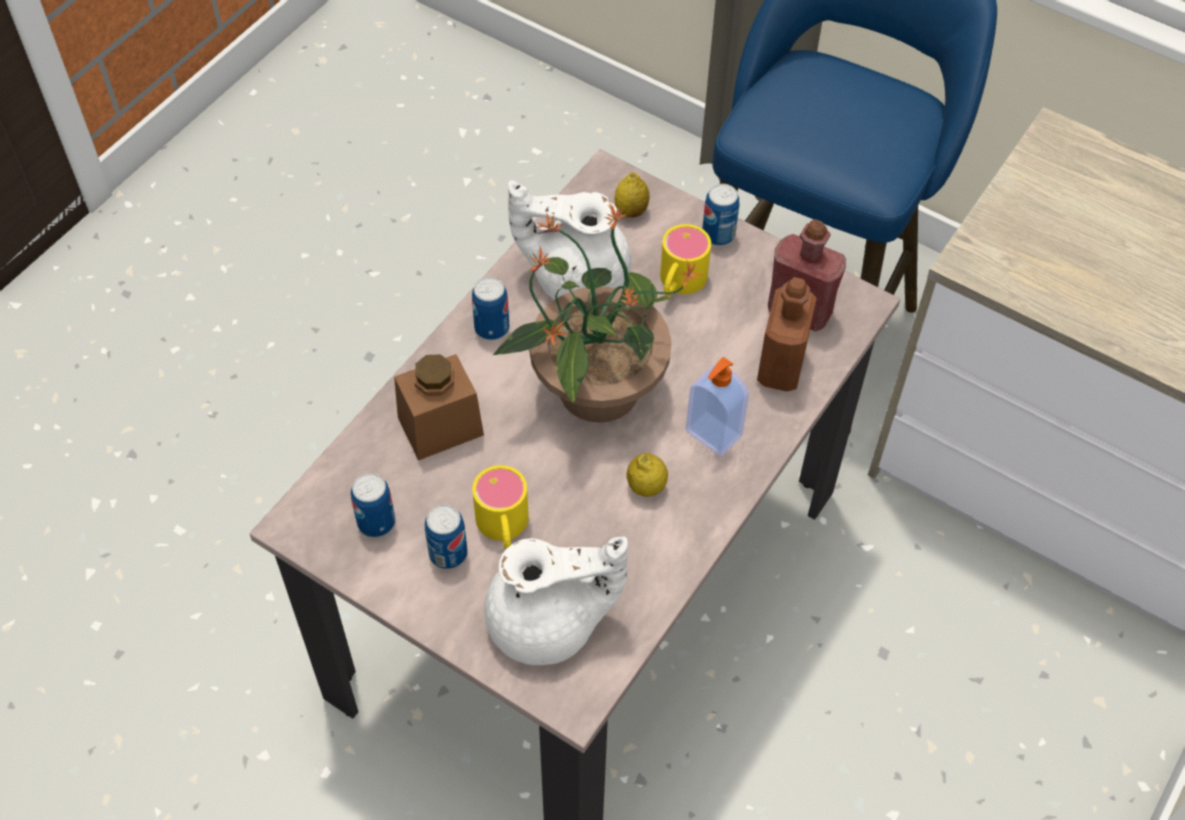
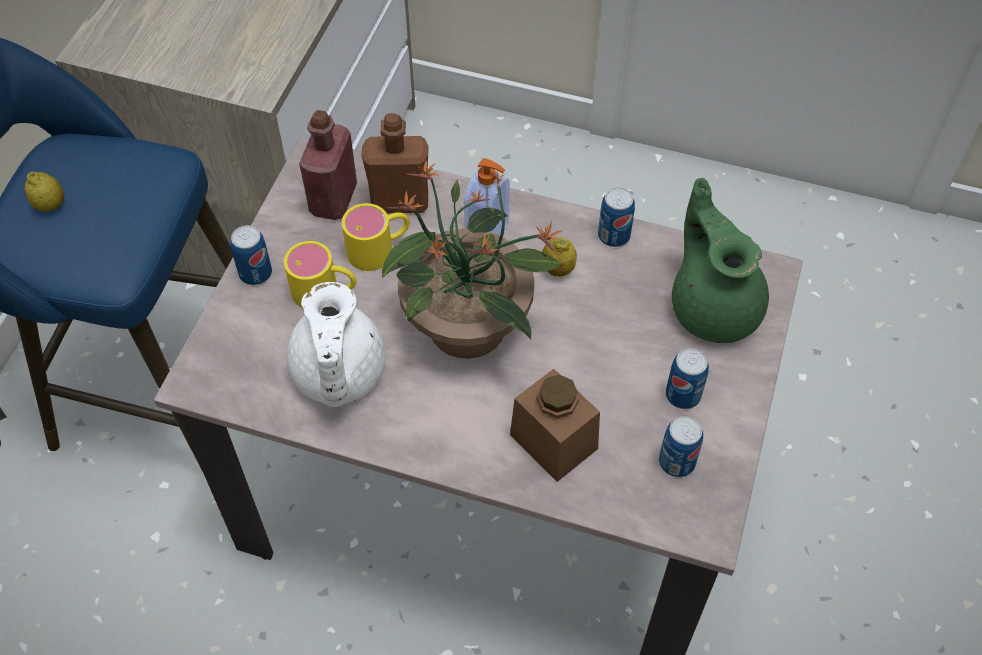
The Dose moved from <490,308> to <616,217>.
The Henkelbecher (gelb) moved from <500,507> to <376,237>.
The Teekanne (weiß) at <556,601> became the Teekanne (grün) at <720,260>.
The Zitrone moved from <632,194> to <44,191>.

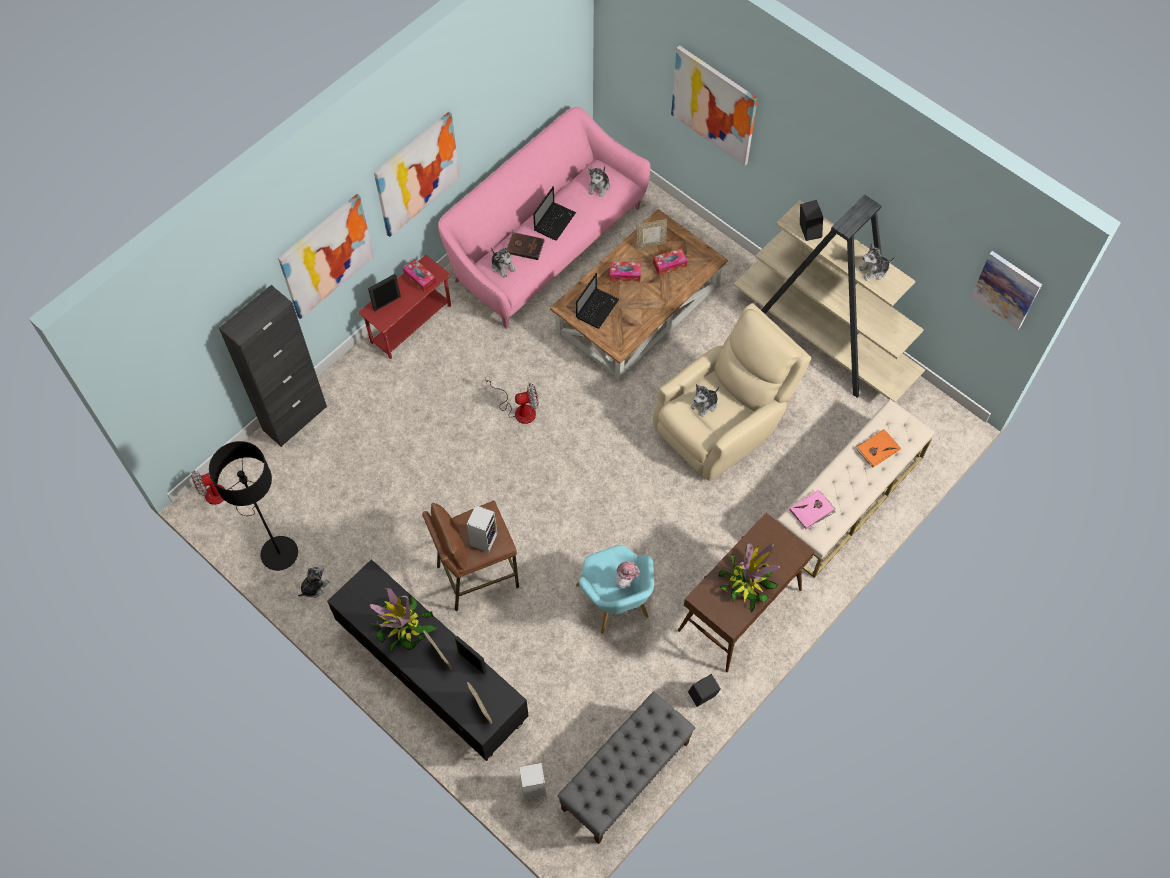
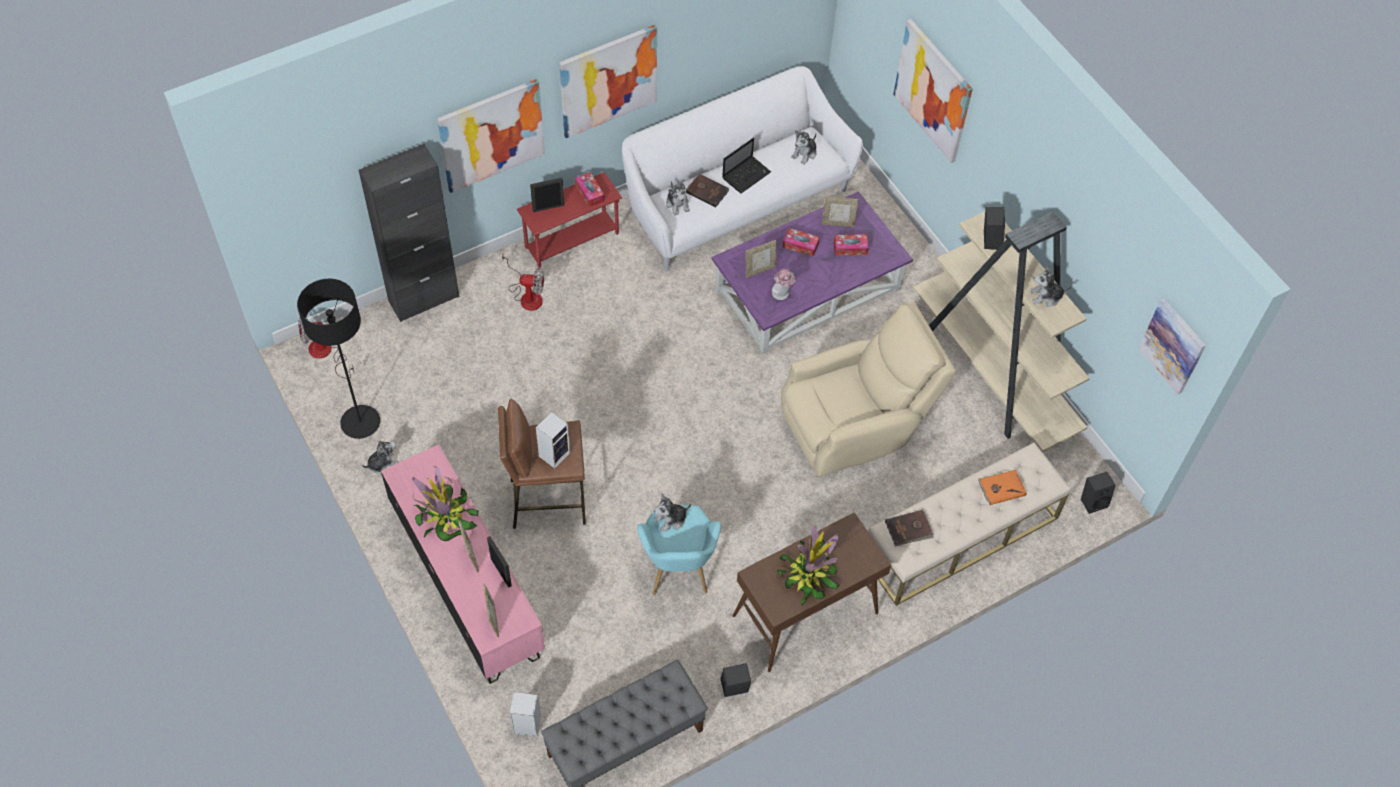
The Fernsehschrank (schwarz) at <428,660> became the Fernsehschrank (rosa) at <463,564>.
The Sofa (rosa) at <544,217> became the Sofa (weiß) at <742,168>.
The Ventilator moved from <512,400> to <523,282>.
The Couchtisch (braun) at <639,295> became the Couchtisch (lila) at <812,272>.
The Laptop at <597,301> was replaced by the Bilderrahmen at <761,259>.
The Hut moved from <627,575> to <783,284>.
The Plüschtier moved from <705,400> to <672,513>.
The Buch (rosa) at <812,510> became the Buch (braun) at <909,528>.
The Lautsprecher (schwarz) at <1098,493> appeared.

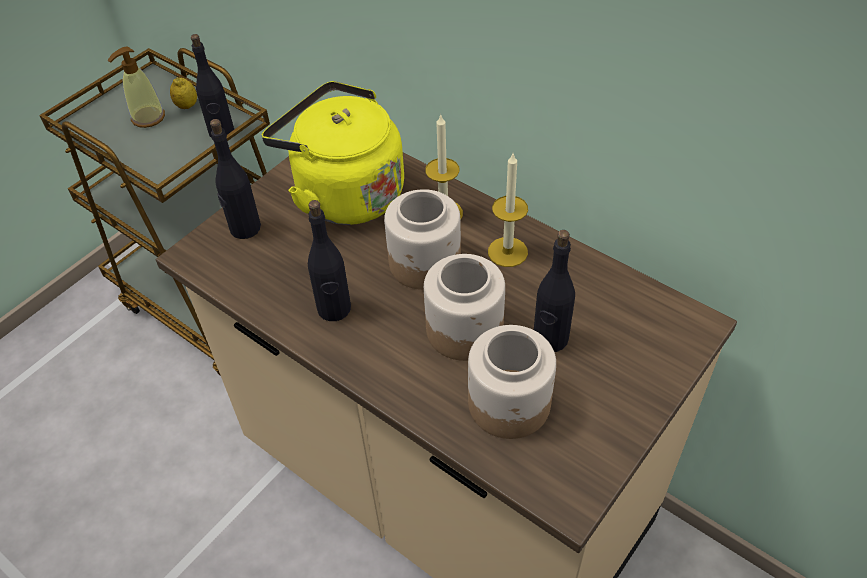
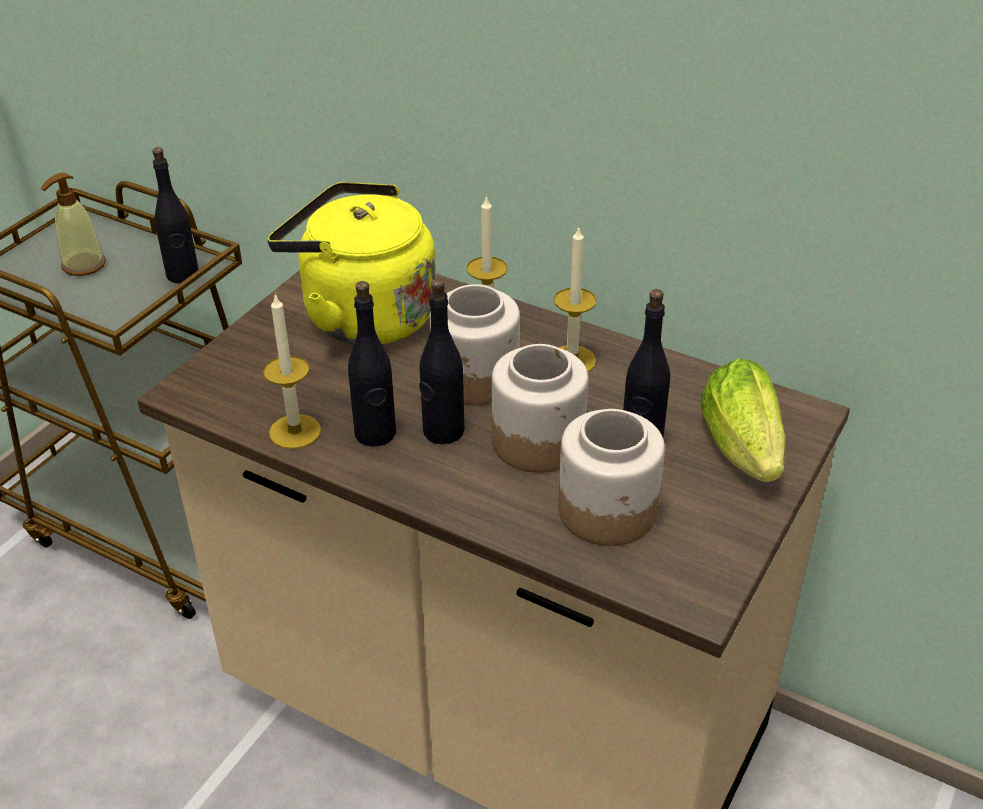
The Zitrone at <183,93> disappeared.
The Flasche (schwarz) moved from <235,179> to <441,361>.
The Kerze at <292,371> appeared.
The Salatkopf at <743,420> appeared.

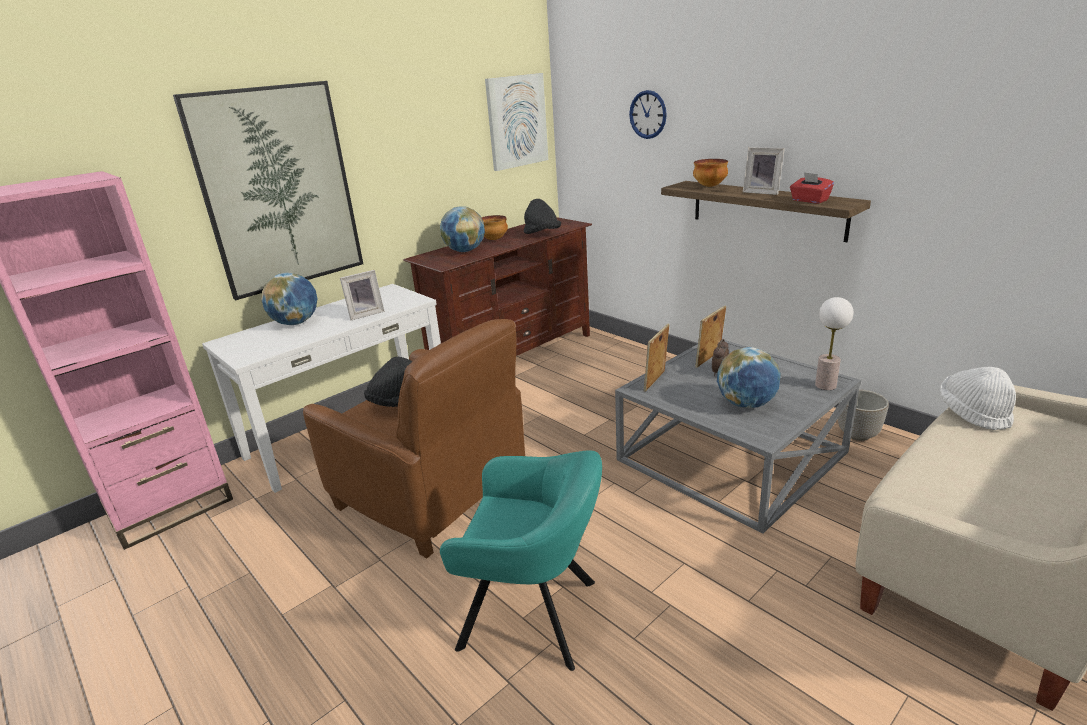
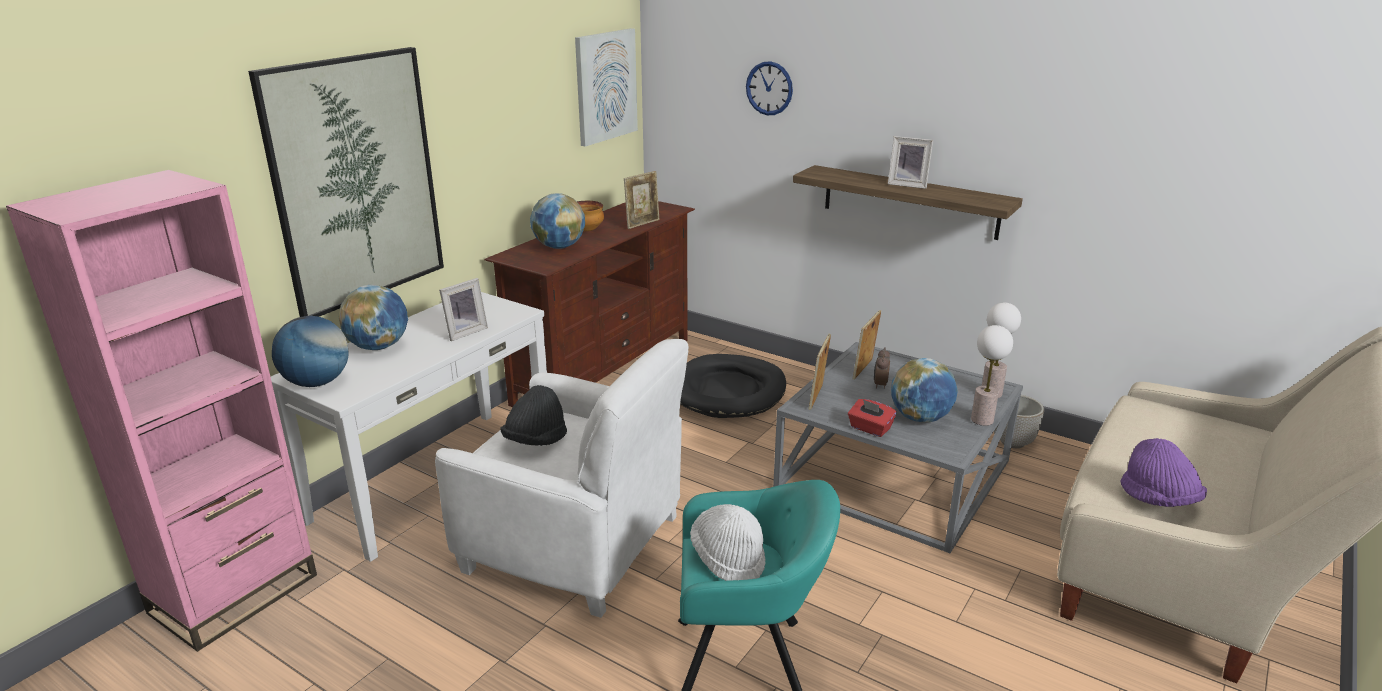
The Sessel (braun) at <414,438> became the Sessel (weiß) at <562,478>.
The Hut (schwarz) at <542,216> was replaced by the Bilderrahmen at <641,200>.
The Schüssel at <710,173> disappeared.
The Taschentuchbox (rot) moved from <812,187> to <872,418>.
The Hut (weiß) moved from <978,398> to <728,542>.
The Globus at <310,351> appeared.
The Hundebett (schwarz) at <733,386> appeared.
The Tischlampe at <992,375> appeared.
The Hut (lila) at <1163,472> appeared.

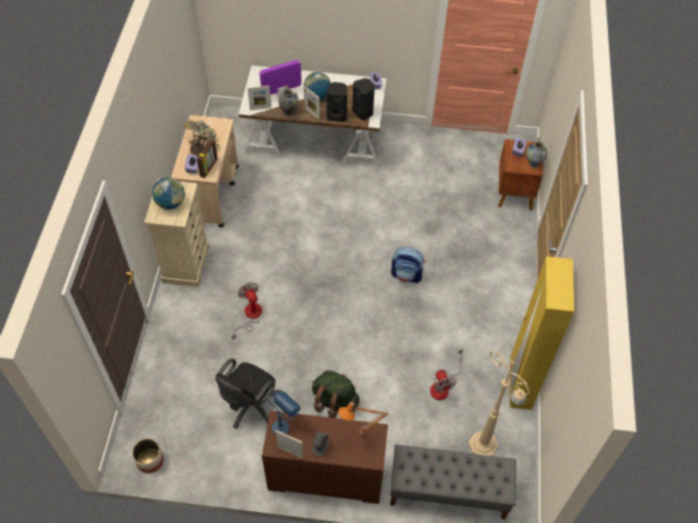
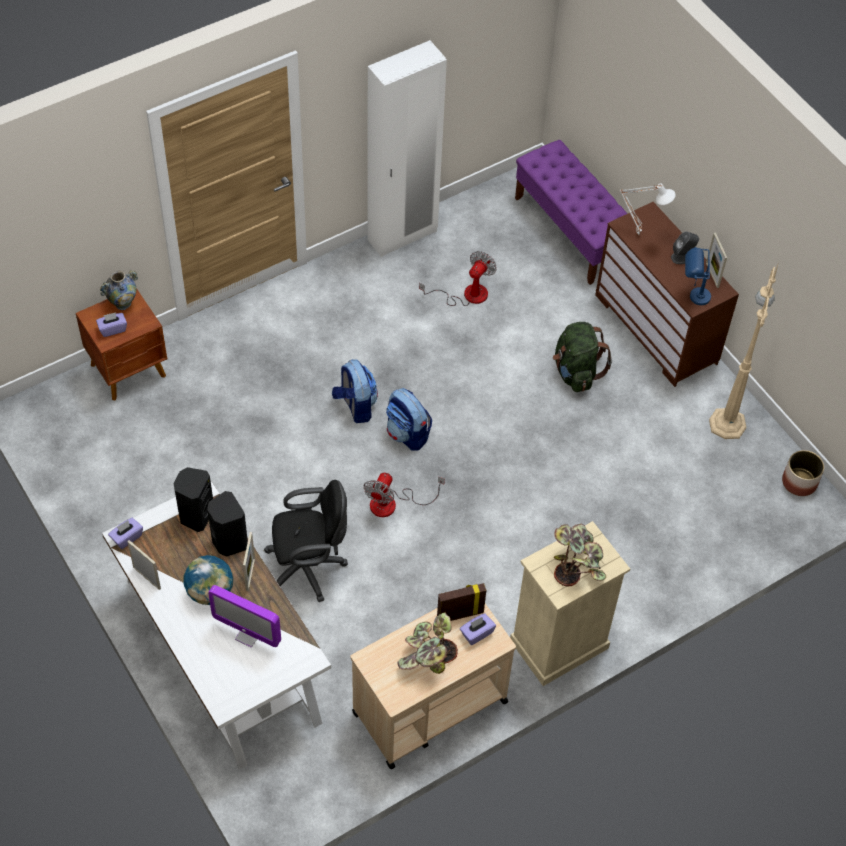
The Globus at <168,193> was replaced by the Topfpflanze at <580,555>.
The Bürostuhl (schwarz) moved from <248,393> to <306,541>.
The Ventilator moved from <246,311> to <404,494>.
The Bilderrahmen moved from <259,97> to <144,565>.
The Vase at <288,100> disappeared.
The Tischlampe (orange) at <363,418> became the Tischlampe (weiß) at <647,210>.
The Bank (grau) at <453,482> became the Bank (lila) at <571,212>.
The Stehlampe (beige) moved from <499,403> to <744,350>.
The Kleiderschrank (gelb) at <541,333> became the Kleiderschrank (weiß) at <407,148>.
The Rucksack at <409,419> appeared.

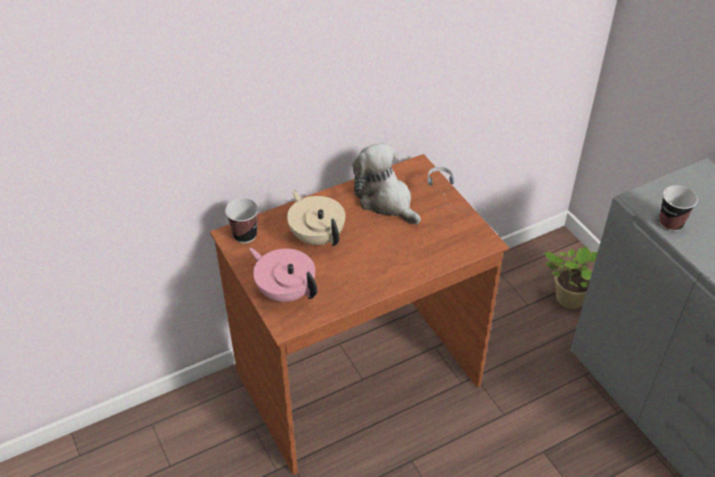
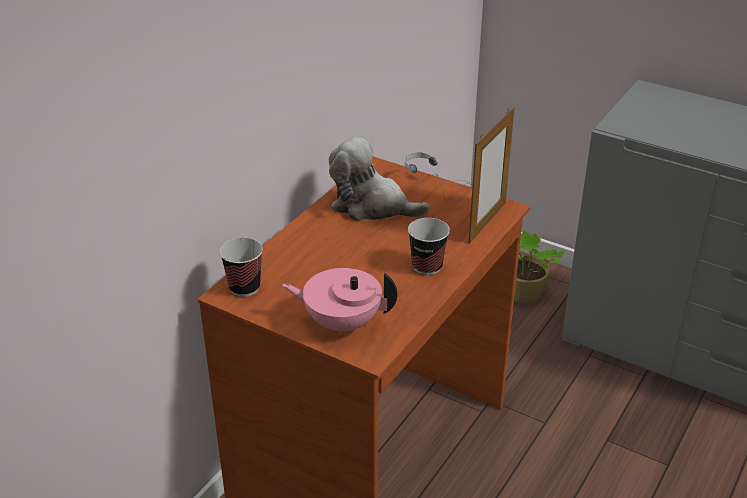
The Teekanne (beige) at <316,218> disappeared.
The Tasse moved from <678,208> to <429,246>.
The Bilderrahmen at <492,175> appeared.

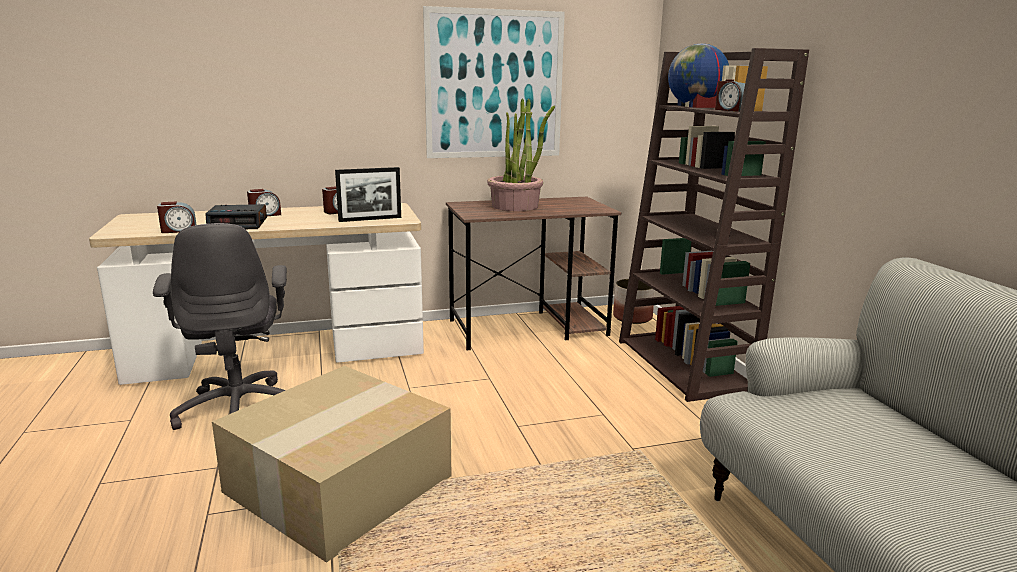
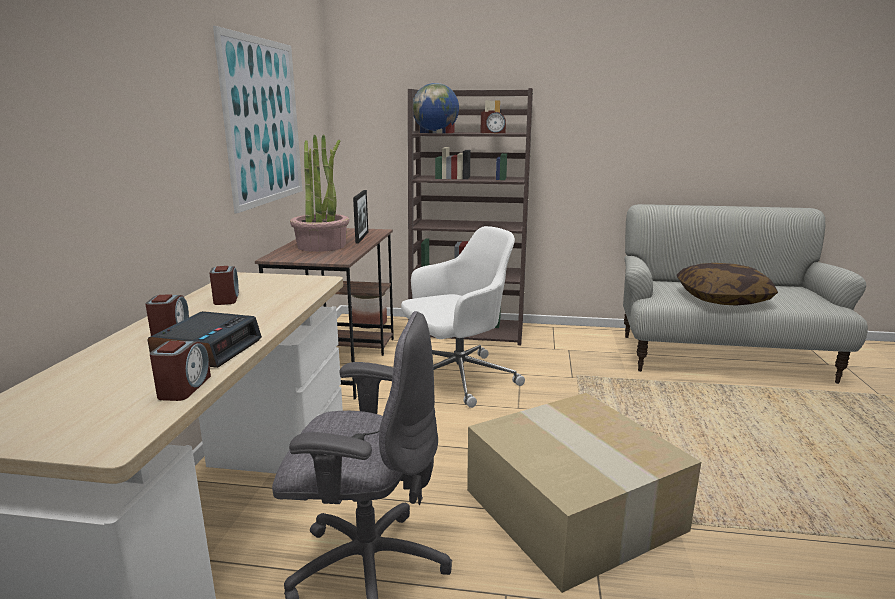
The Bilderrahmen moved from <368,194> to <360,217>.
The Bürostuhl (weiß) at <463,317> appeared.
The Kissen at <727,284> appeared.

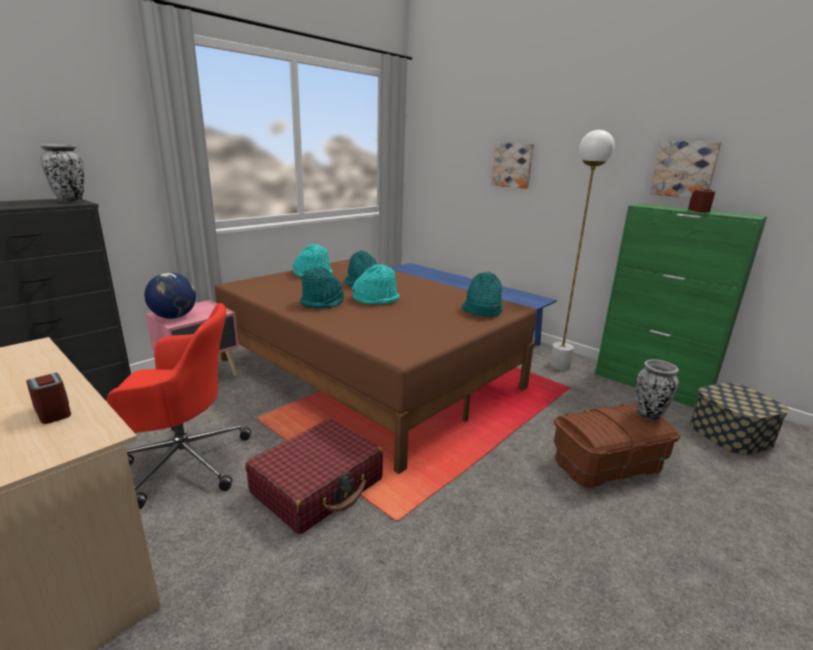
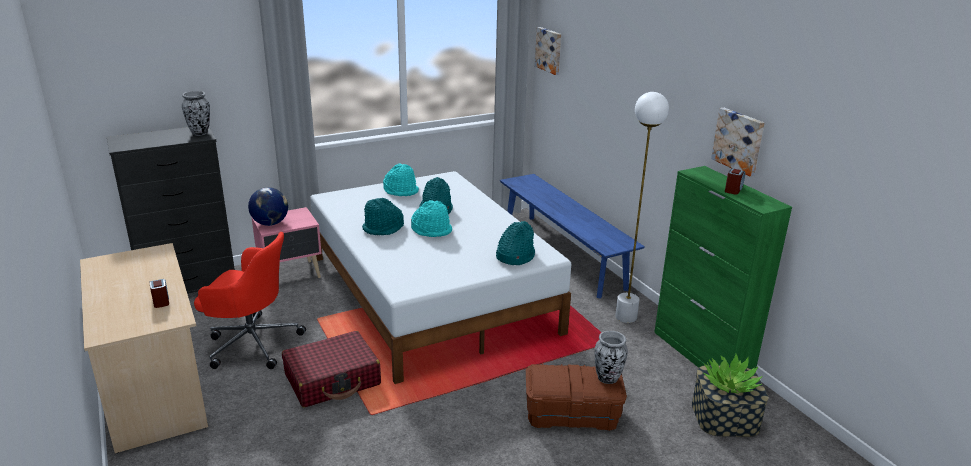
The Bett (braun) at <376,366> became the Bett (weiß) at <440,277>.
The Bild moved from <512,166> to <548,51>.
The Topfpflanze at <733,373> appeared.

